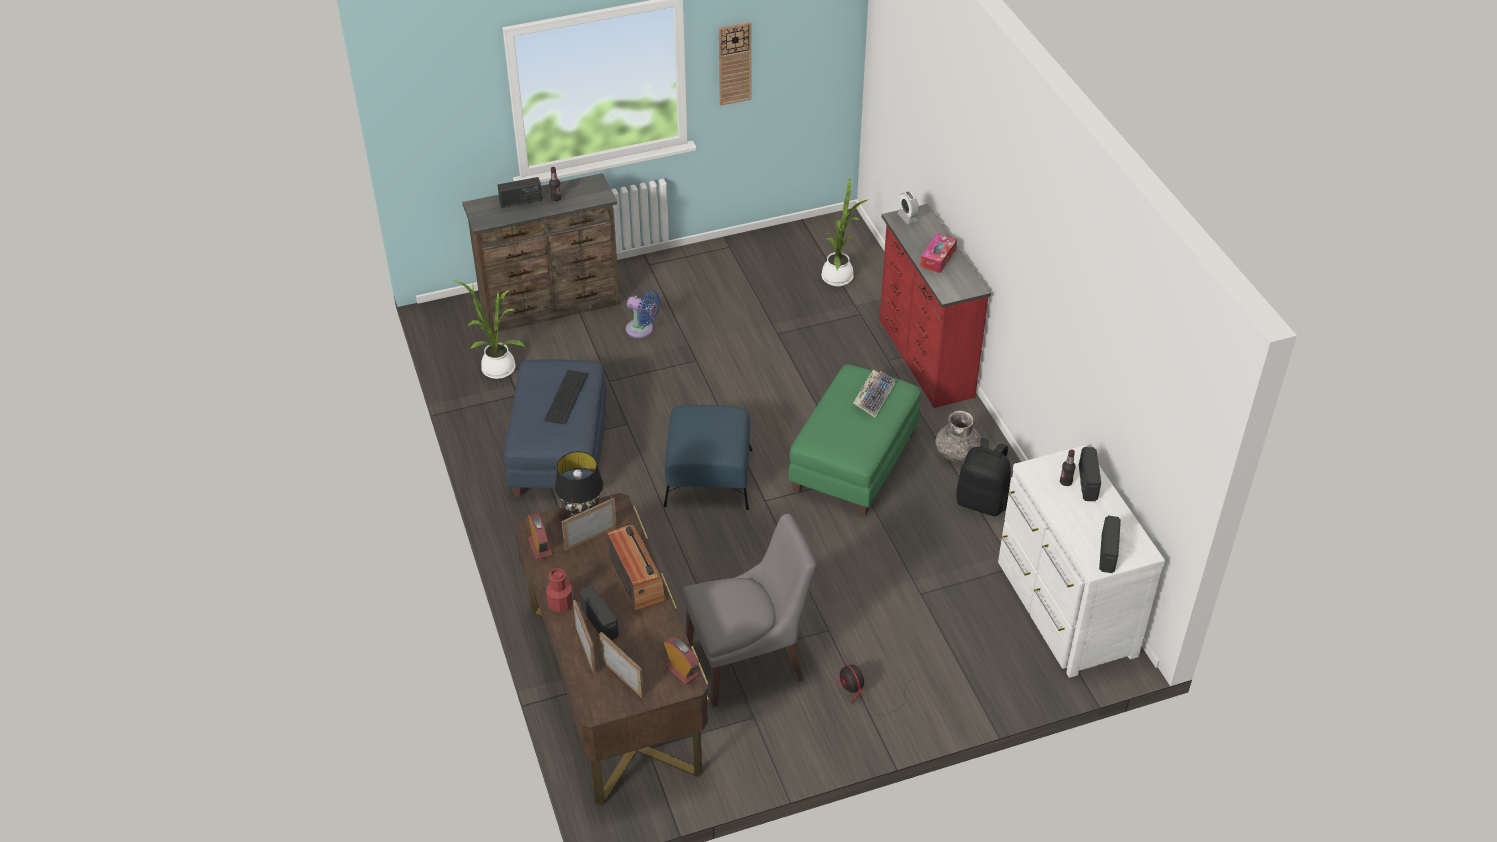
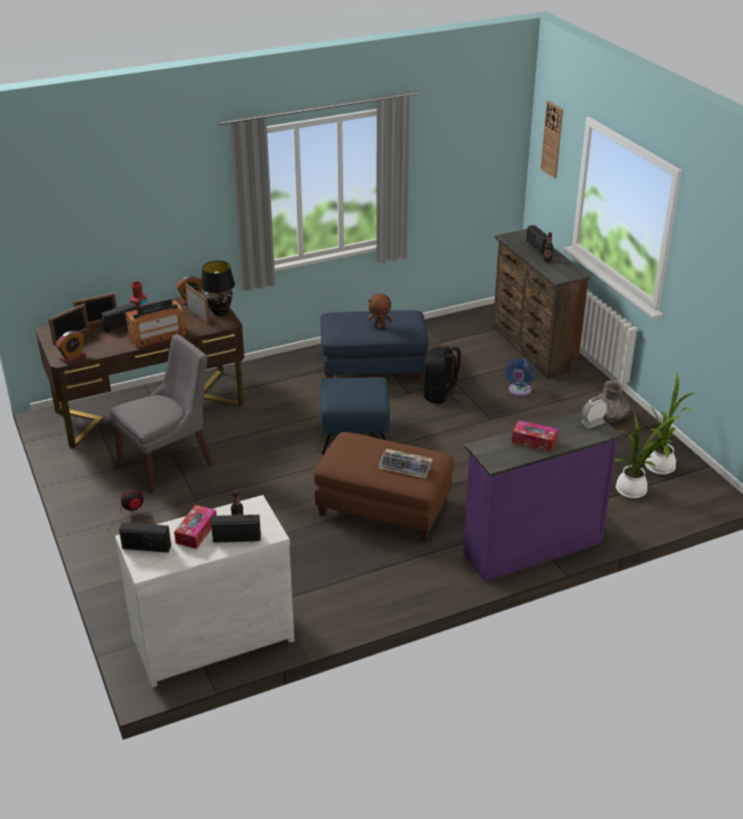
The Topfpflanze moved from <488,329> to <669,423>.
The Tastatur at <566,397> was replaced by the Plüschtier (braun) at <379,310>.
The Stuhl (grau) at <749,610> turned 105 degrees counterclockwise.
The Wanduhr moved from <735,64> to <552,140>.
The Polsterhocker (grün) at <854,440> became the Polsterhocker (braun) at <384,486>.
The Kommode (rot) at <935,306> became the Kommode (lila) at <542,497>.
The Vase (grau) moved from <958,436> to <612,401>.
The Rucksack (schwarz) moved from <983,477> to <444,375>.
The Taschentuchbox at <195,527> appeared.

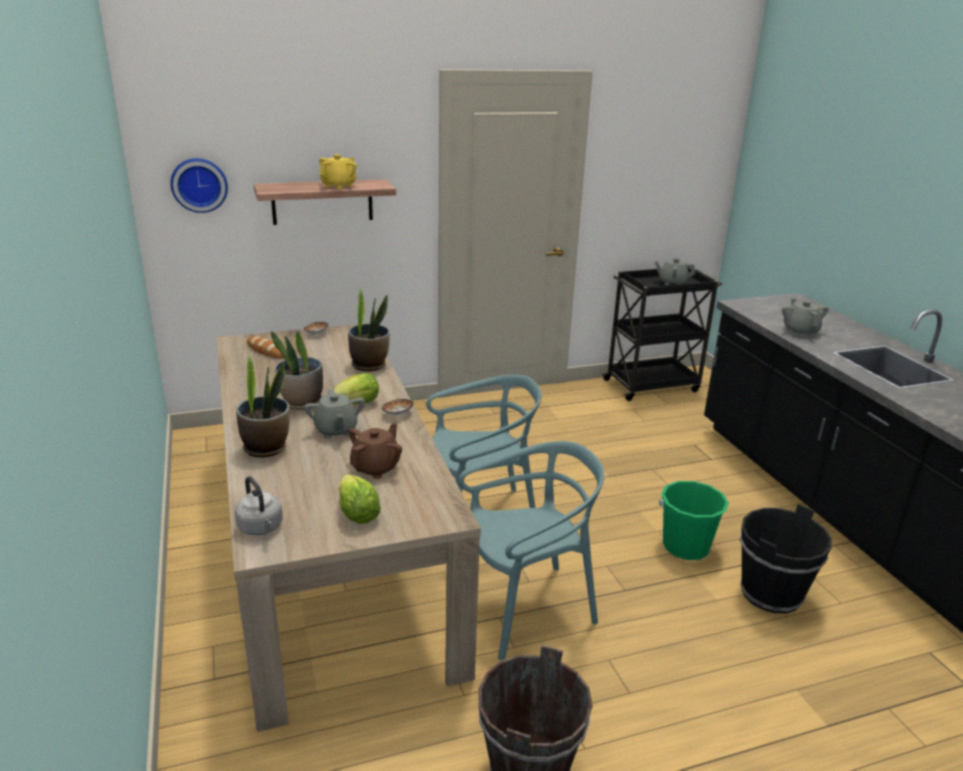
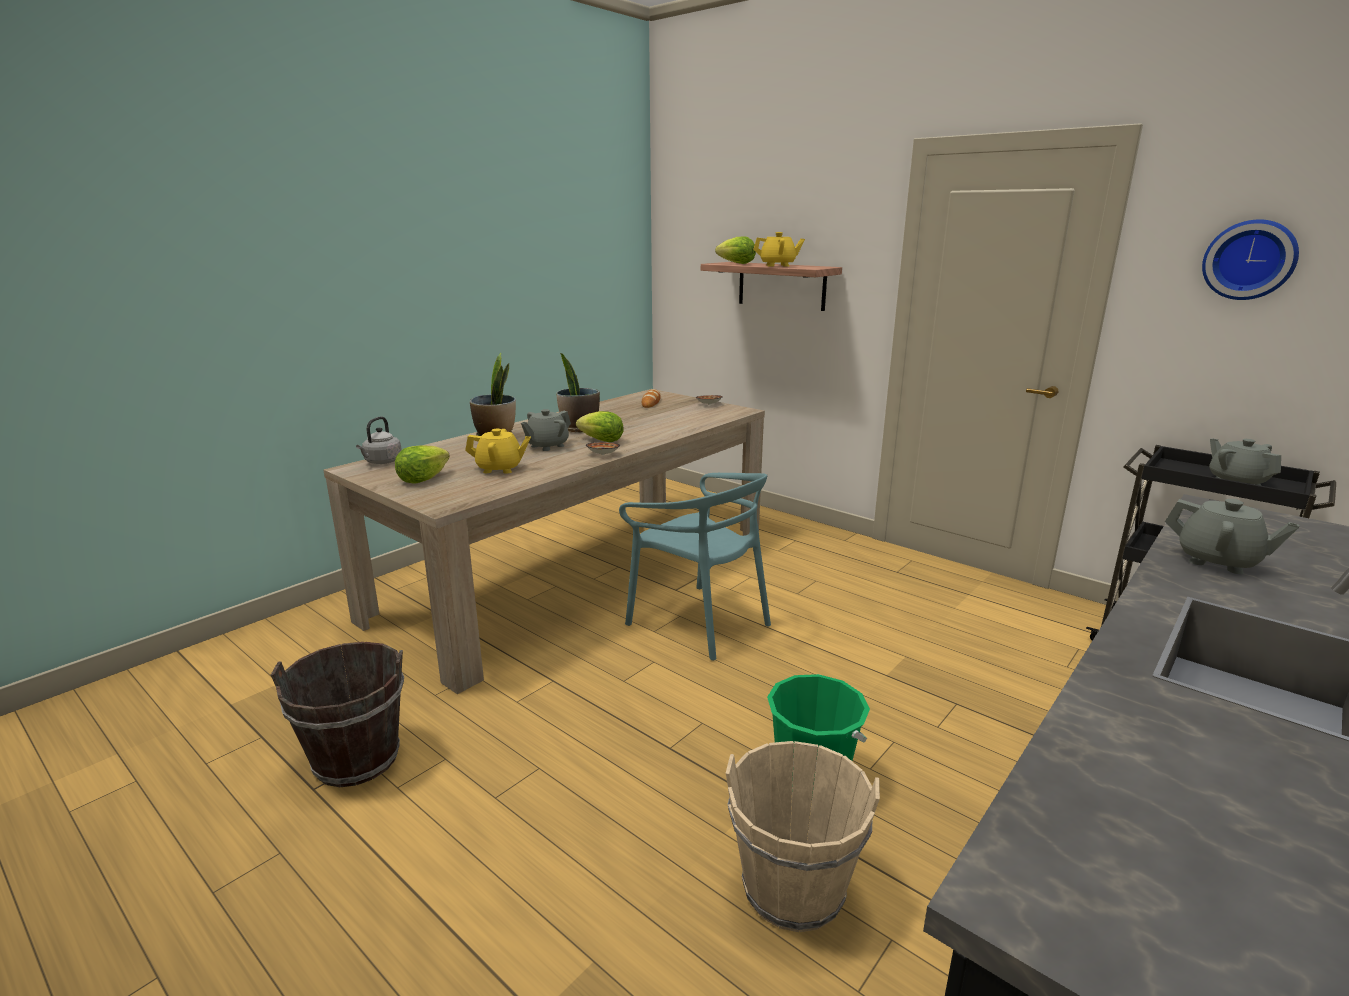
The Wanduhr moved from <199,185> to <1250,259>.
The Topfpflanze at <369,329> disappeared.
The Teekanne (braun) at <375,451> became the Teekanne (gelb) at <498,451>.
The Stuhl (türkis) at <531,550> disappeared.
The Eimer (schwarz) at <786,559> became the Eimer (beige) at <803,836>.
The Teekanne (grau) at <805,317> turned 75 degrees clockwise.
The Salatkopf at <735,250> appeared.

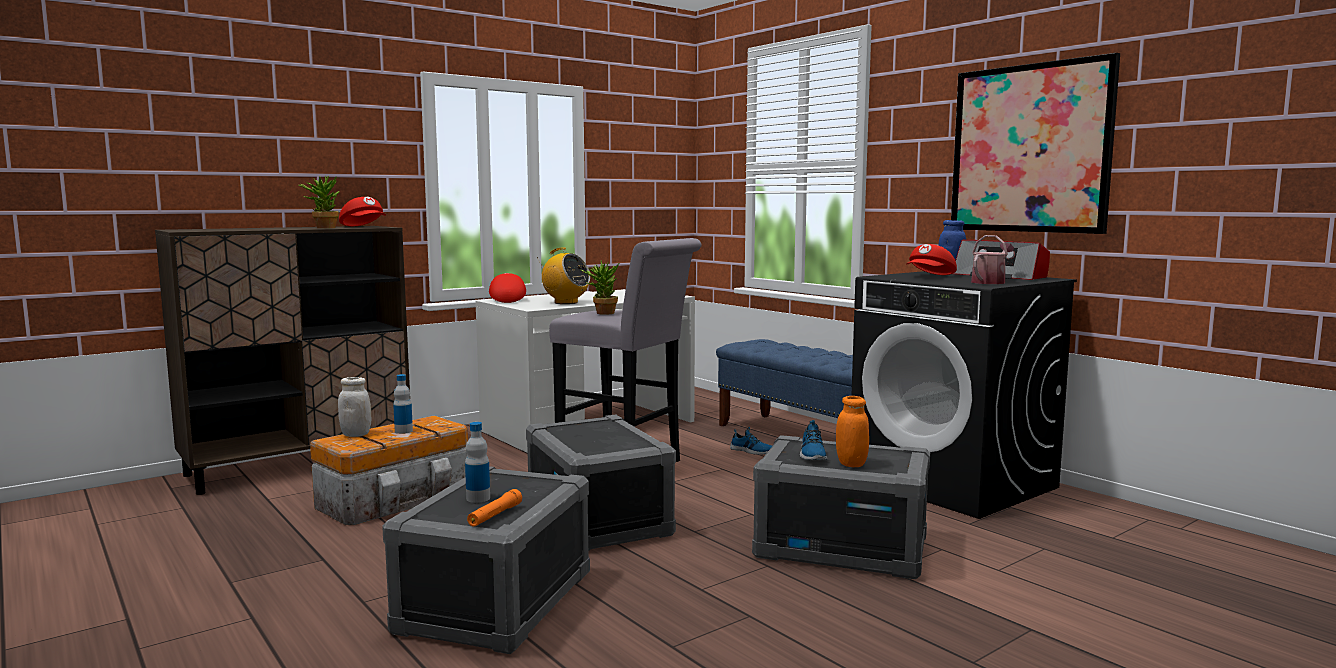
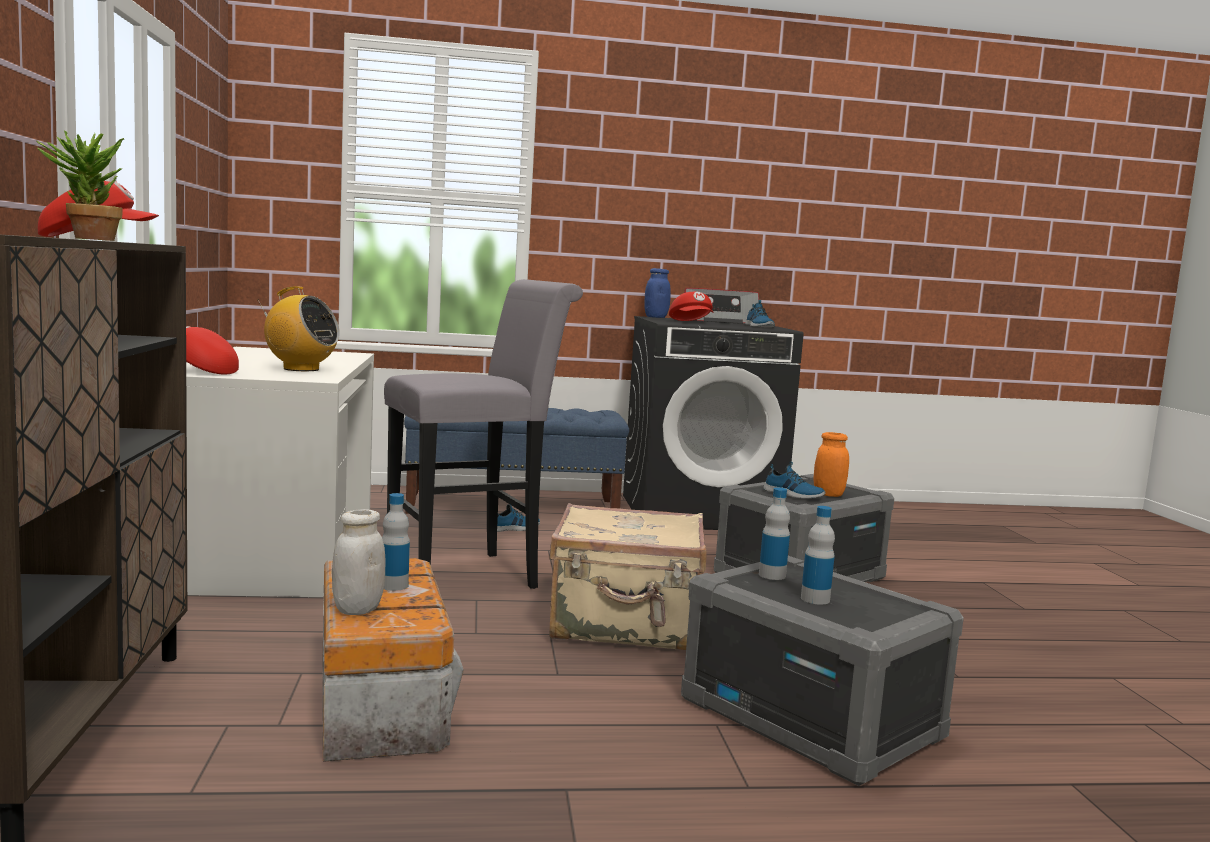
The Taschenlampe (orange) at <494,507> disappeared.
The Aufbewahrungsbox (grau) at <601,483> was replaced by the Koffer (beige) at <628,576>.
The Radio at <563,275> turned 45 degrees clockwise.
The Topfpflanze at <599,288> disappeared.
The Bild at <1035,143> disappeared.
The Gießkanne at <992,259> was replaced by the Schuh at <760,314>.
The Flasche at <774,533> appeared.

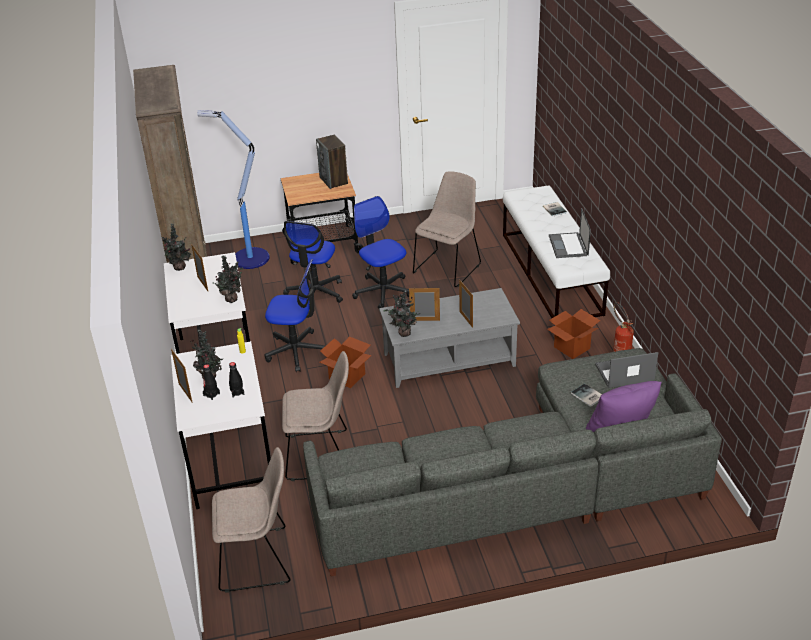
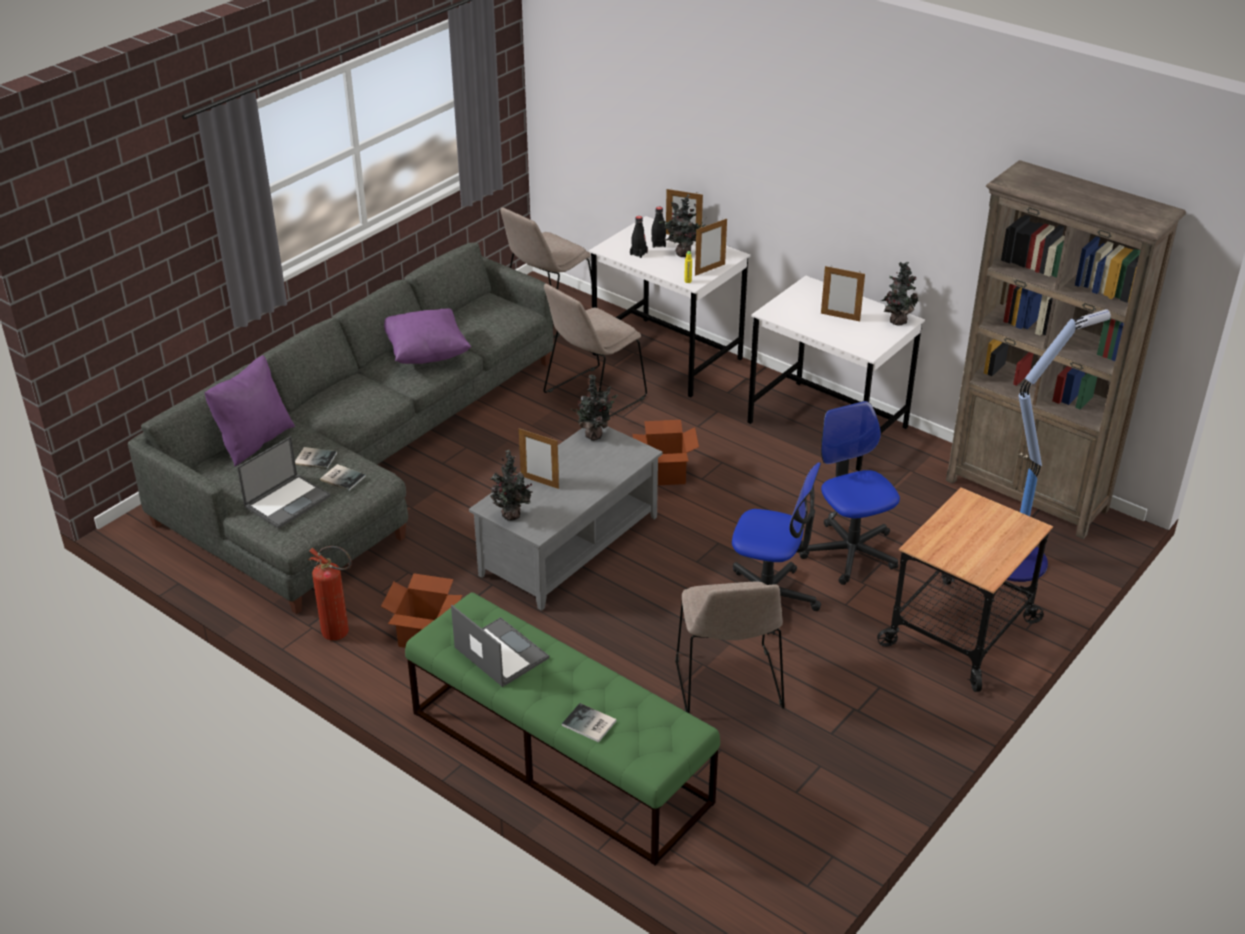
The Topfpflanze moved from <228,279> to <511,485>.
The Bürostuhl at <295,315> disappeared.
The Lautsprecher at <332,162> disappeared.
The Bilderrahmen moved from <424,304> to <711,247>.
The Bank (weiß) at <556,252> became the Bank (grün) at <562,728>.
The Buch at <343,477> appeared.
The Kissen (lila) at <427,336> appeared.

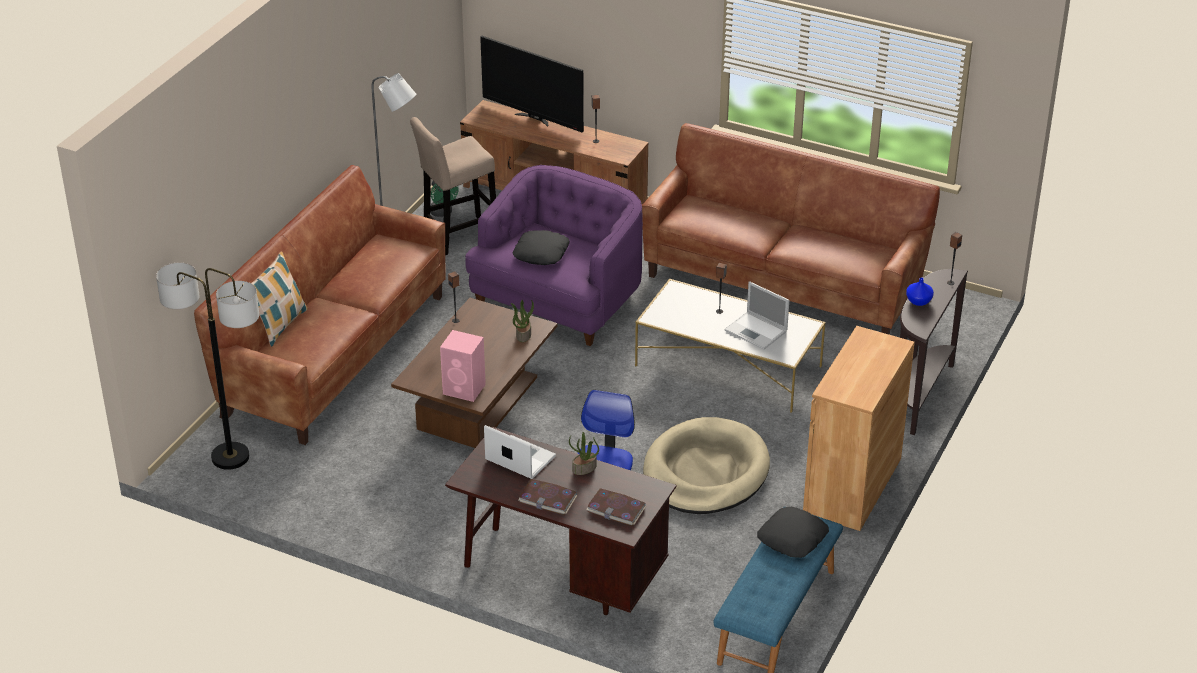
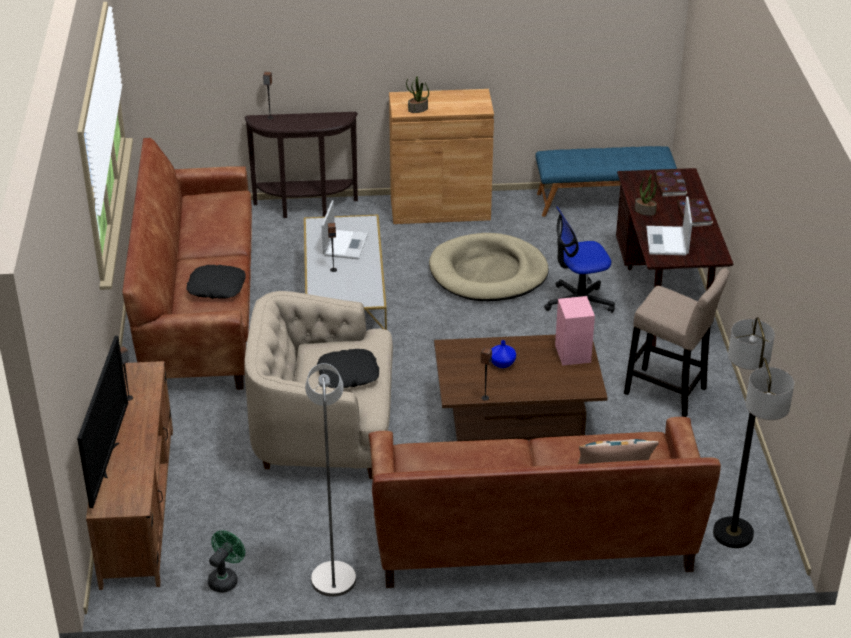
The Hocker (beige) moved from <453,186> to <677,342>.
The Sessel (lila) at <554,255> became the Sessel (beige) at <318,385>.
The Topfpflanze moved from <522,321> to <417,94>.
The Kissen (schwarz) moved from <793,532> to <216,282>.
The Vase (blau) moved from <920,291> to <503,354>.

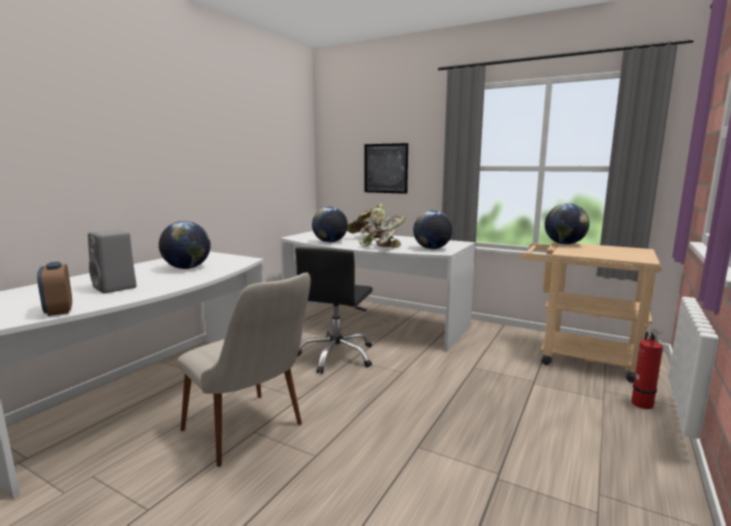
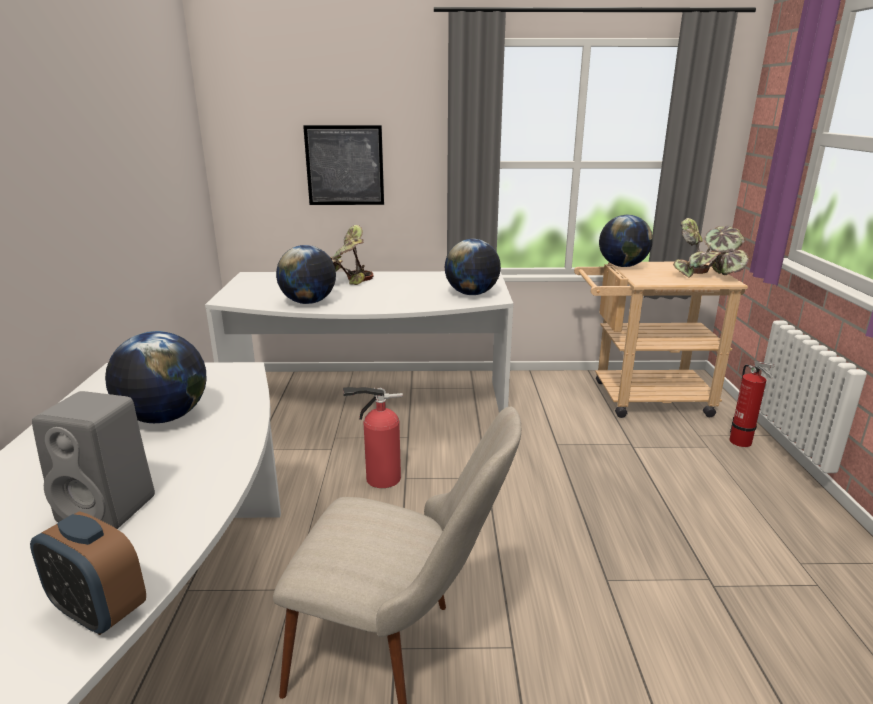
The Bürostuhl (schwarz) at <334,310> was replaced by the Feuerlöscher at <373,437>.
The Topfpflanze moved from <382,228> to <711,248>.

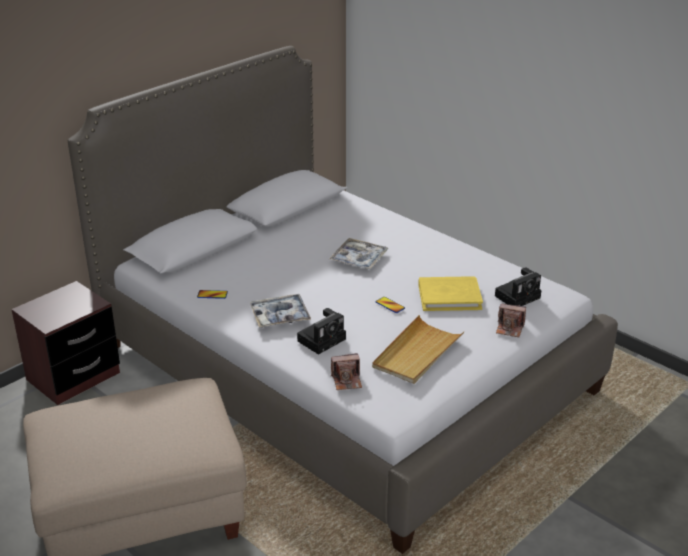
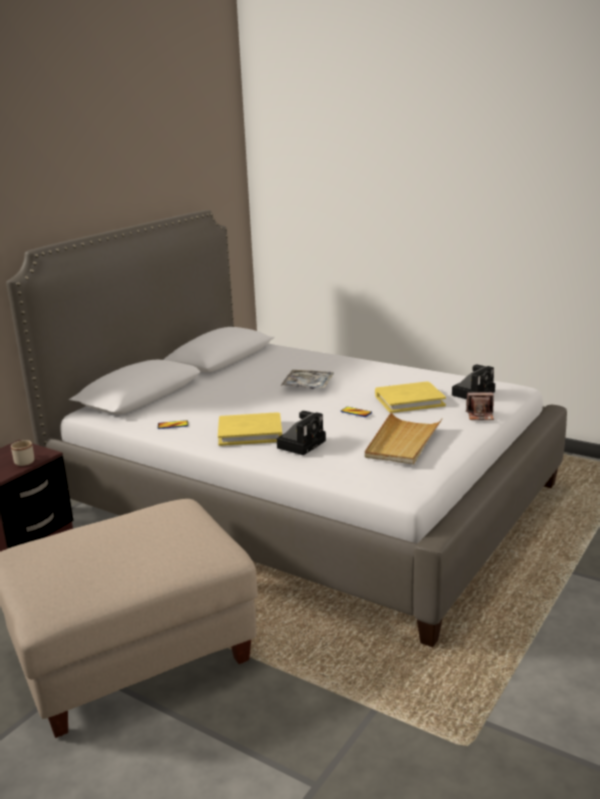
The Tablett at <280,310> was replaced by the Buch (gelb) at <250,429>.
The Kamera at <346,371> disappeared.
The Henkelbecher (beige) at <22,453> appeared.

